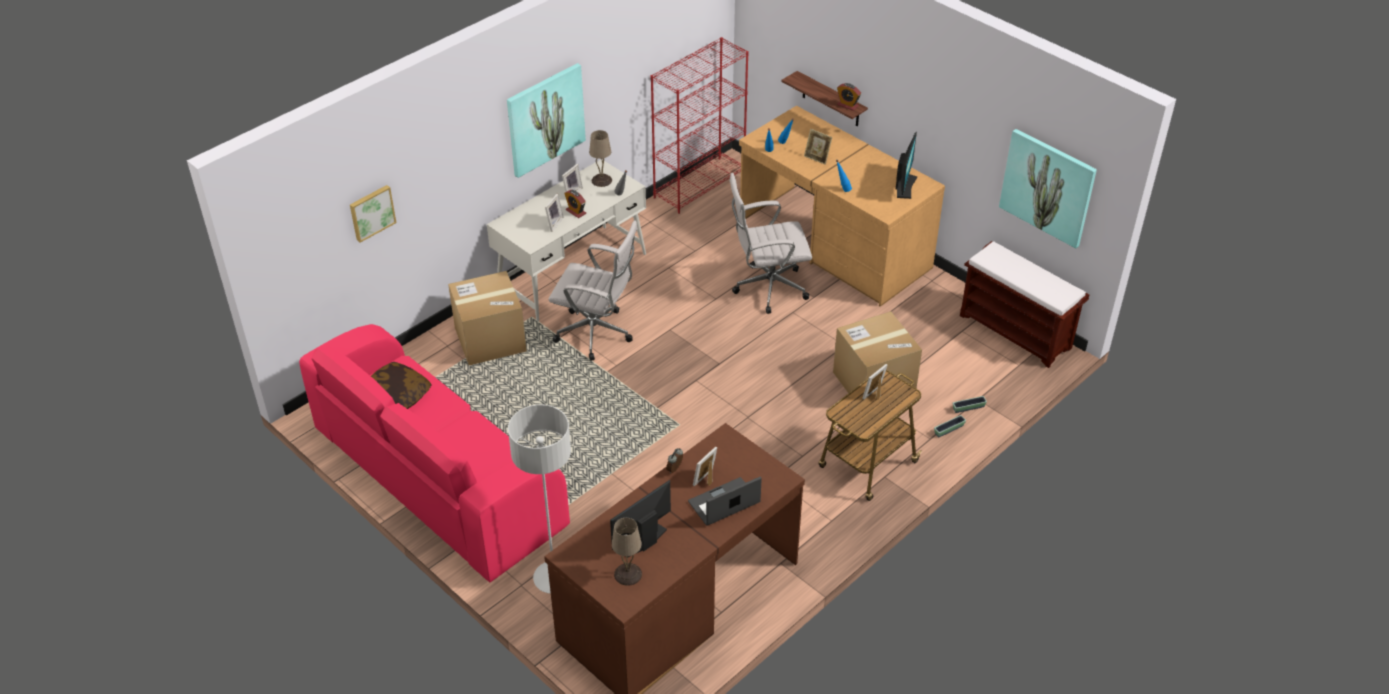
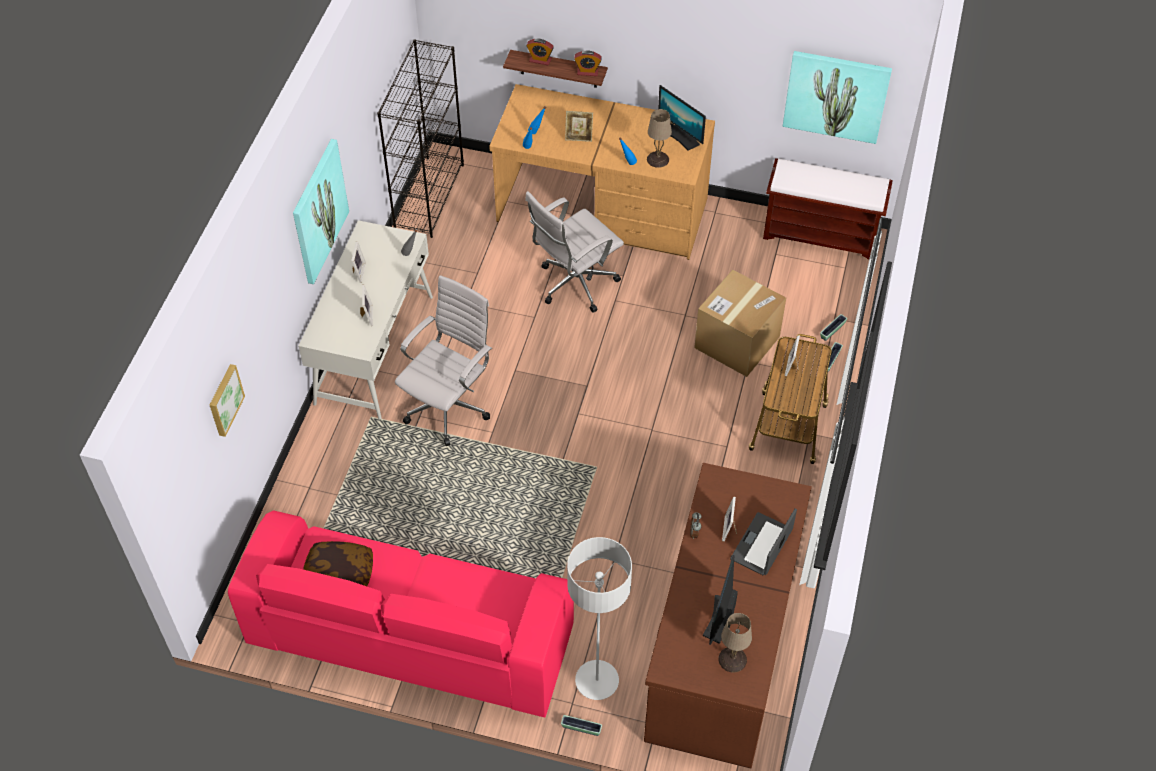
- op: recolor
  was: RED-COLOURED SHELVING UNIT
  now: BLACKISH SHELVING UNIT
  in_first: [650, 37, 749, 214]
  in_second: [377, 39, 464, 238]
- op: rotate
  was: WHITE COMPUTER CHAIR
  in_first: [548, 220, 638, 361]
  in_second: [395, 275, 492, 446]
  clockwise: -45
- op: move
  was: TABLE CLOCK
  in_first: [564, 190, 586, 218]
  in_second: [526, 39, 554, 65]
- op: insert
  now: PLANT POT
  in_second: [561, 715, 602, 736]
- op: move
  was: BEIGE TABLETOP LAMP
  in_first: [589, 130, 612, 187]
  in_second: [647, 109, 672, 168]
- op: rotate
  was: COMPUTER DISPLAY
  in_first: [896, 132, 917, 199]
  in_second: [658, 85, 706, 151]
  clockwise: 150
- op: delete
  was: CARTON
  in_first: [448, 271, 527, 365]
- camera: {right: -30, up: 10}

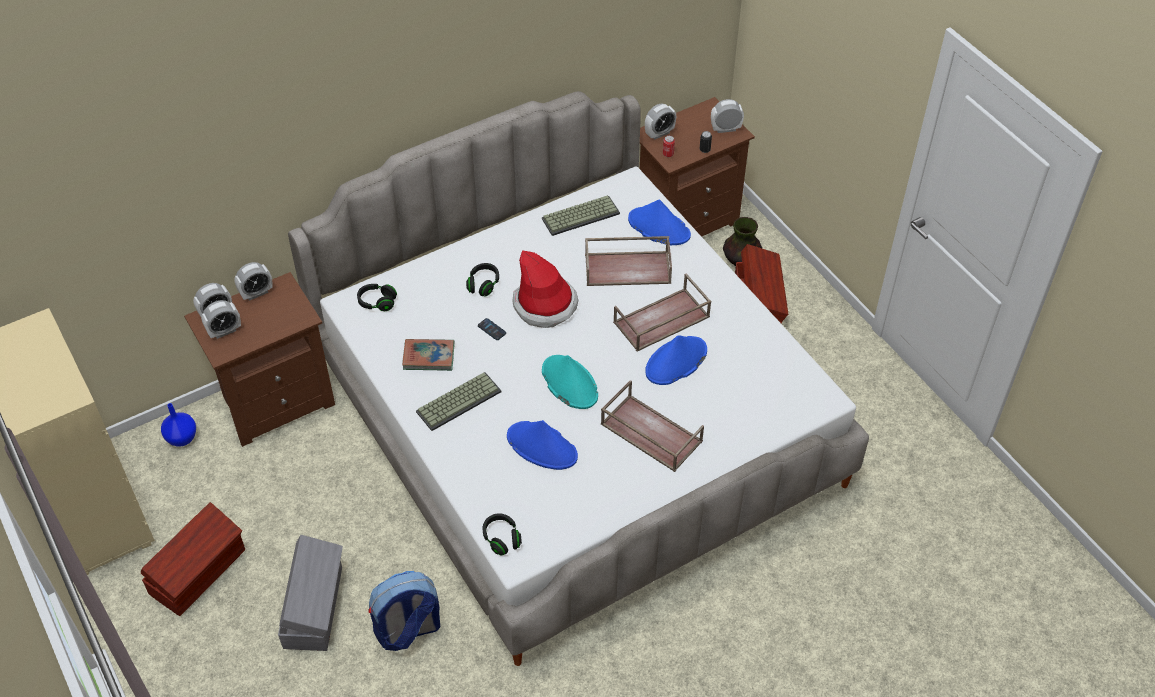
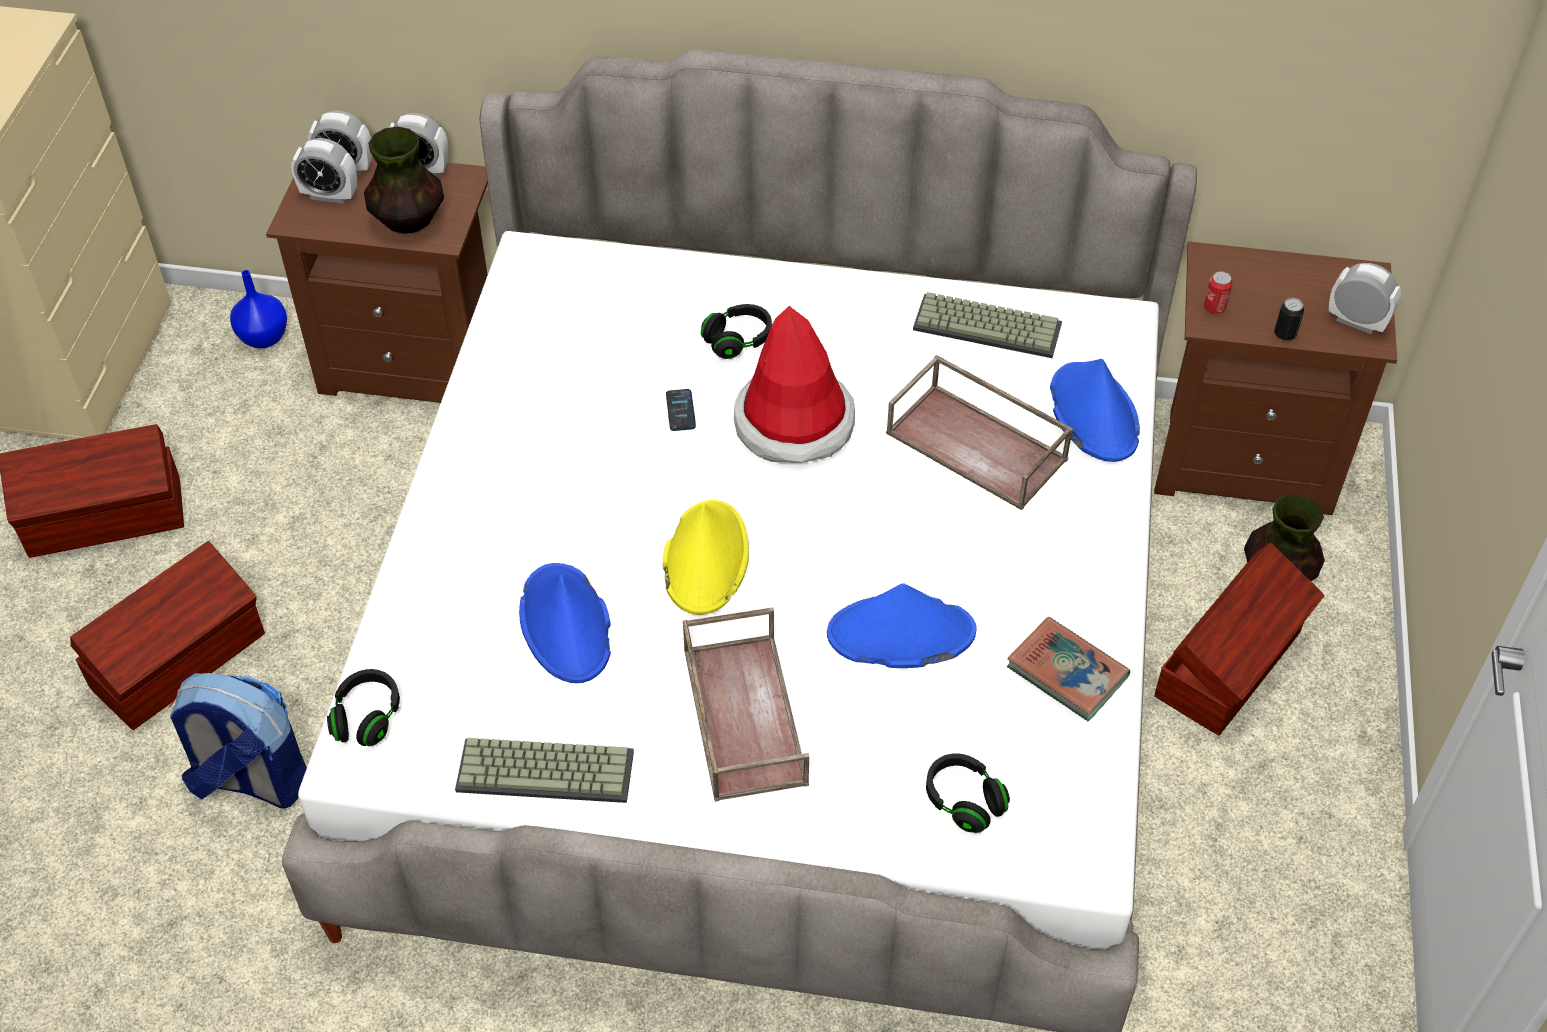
- op: recolor
  was: GREYISH STORAGE CONTAINER
  now: BROWNISH STORAGE CONTAINER
  in_first: [278, 535, 343, 651]
  in_second: [70, 541, 265, 730]
- op: insert
  now: VASE
  in_second: [364, 126, 444, 234]
- op: move
  was: COMPUTER KEYBOARD
  in_first: [416, 372, 502, 431]
  in_second: [455, 738, 634, 803]
- op: recolor
  was: TURQUOISE CLOTHING HAT
  now: YELLOWISH CLOTHING HAT
  in_first: [542, 355, 598, 409]
  in_second: [663, 500, 749, 615]
- op: move
  was: BLACKISH HEADSET
  in_first: [357, 284, 397, 311]
  in_second: [926, 753, 1010, 833]
- op: move
  was: VOLUME
  in_first: [402, 339, 455, 371]
  in_second: [1007, 617, 1130, 721]
- op: delete
  was: BROWNISH TRAY
  in_first: [613, 273, 711, 352]
- op: delete
  was: TABLE CLOCK
  in_first: [645, 104, 676, 139]
- camera: {right: 40, up: 0}

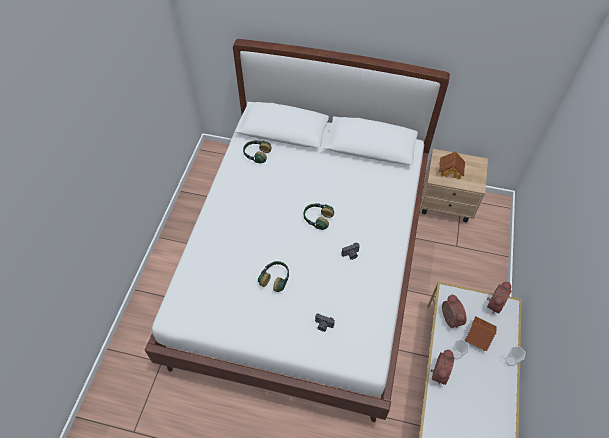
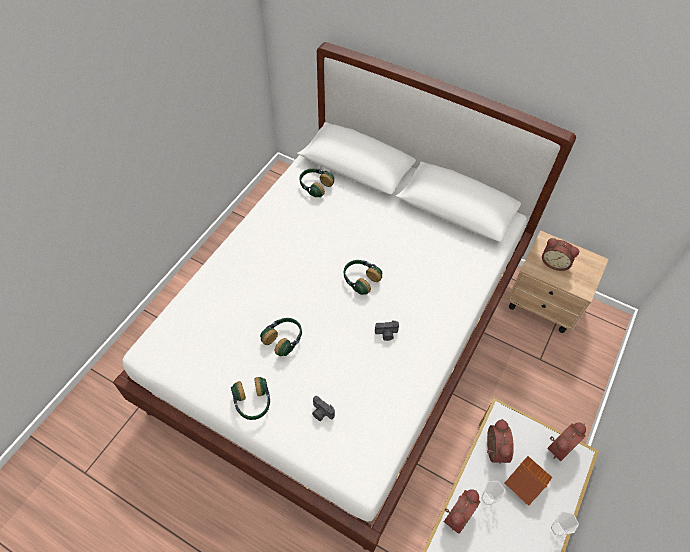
- op: insert
  now: HEADSET
  in_second: [231, 377, 270, 420]
- op: replace
  was: MODEL HOUSE
  now: TABLE CLOCK
  in_first: [439, 151, 465, 179]
  in_second: [542, 238, 579, 271]
- camera: {right: 15, up: 0}

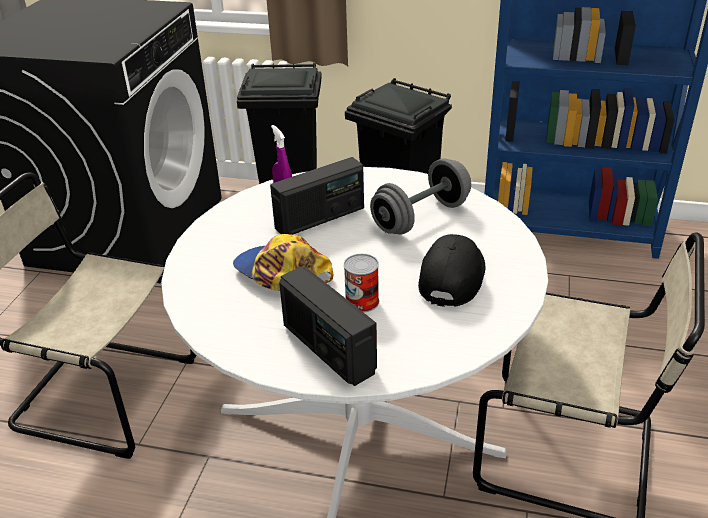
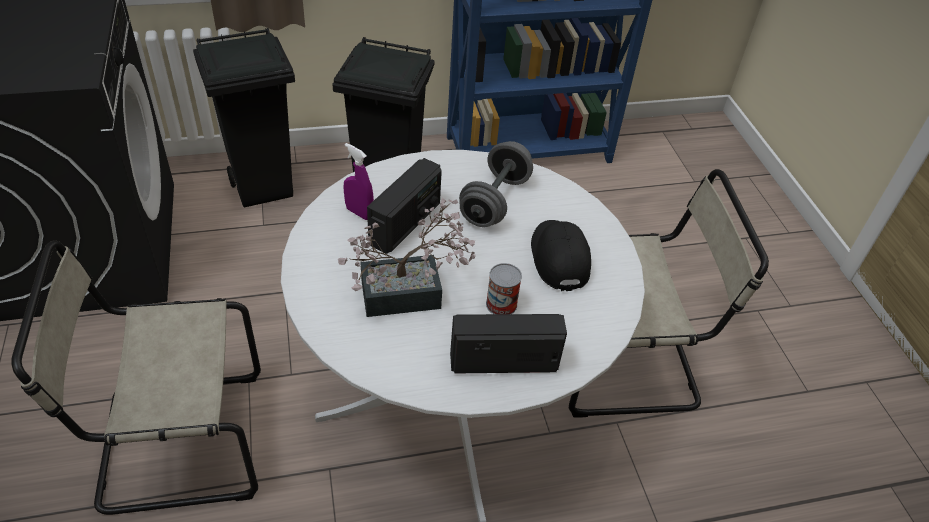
- op: replace
  was: BASEBALL CAP
  now: POTTED PLANT
  in_first: [233, 234, 333, 291]
  in_second: [338, 198, 476, 317]
- op: rotate
  was: RADIO RECEIVER
  in_first: [279, 267, 377, 386]
  in_second: [450, 314, 567, 373]
  clockwise: 150
- camera: {right: -30, up: 10}

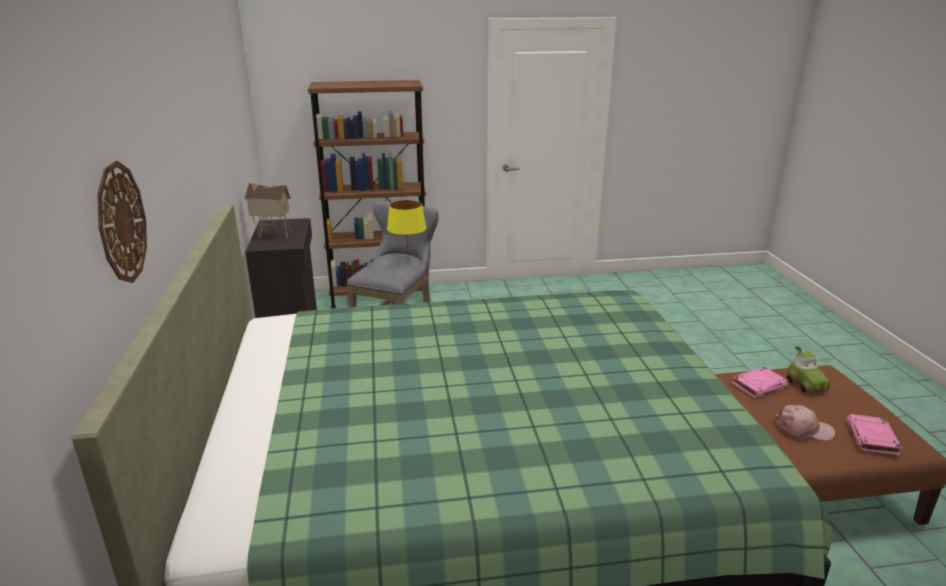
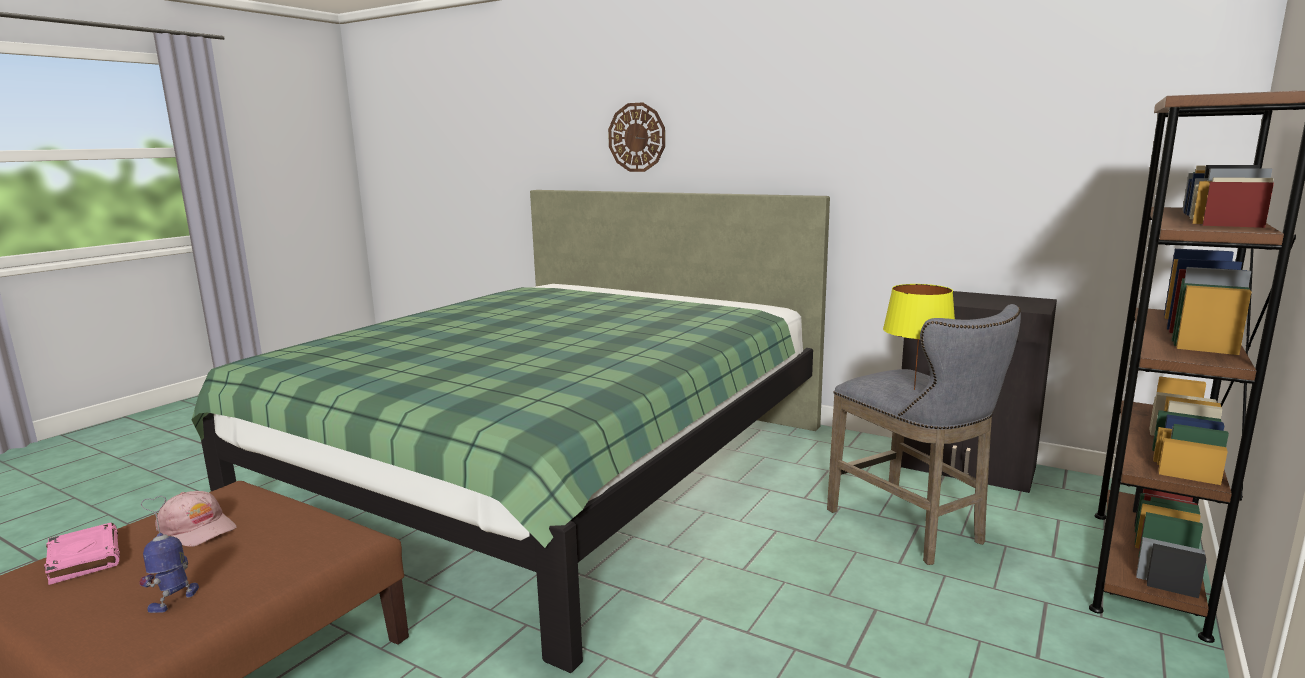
- op: replace
  was: MINIATURE CAR
  now: MODEL ROBOT
  in_first: [787, 346, 830, 392]
  in_second: [139, 496, 199, 613]
- op: rotate
  was: PINKISH BASEBALL CAP
  in_first: [775, 405, 835, 441]
  in_second: [155, 491, 237, 547]
  clockwise: -105
- op: delete
  was: MODEL HOUSE
  in_first: [244, 182, 293, 238]
- op: delete
  was: PINKISH VOLUME
  in_first: [732, 367, 789, 398]
- camera: {right: 130, up: -10}

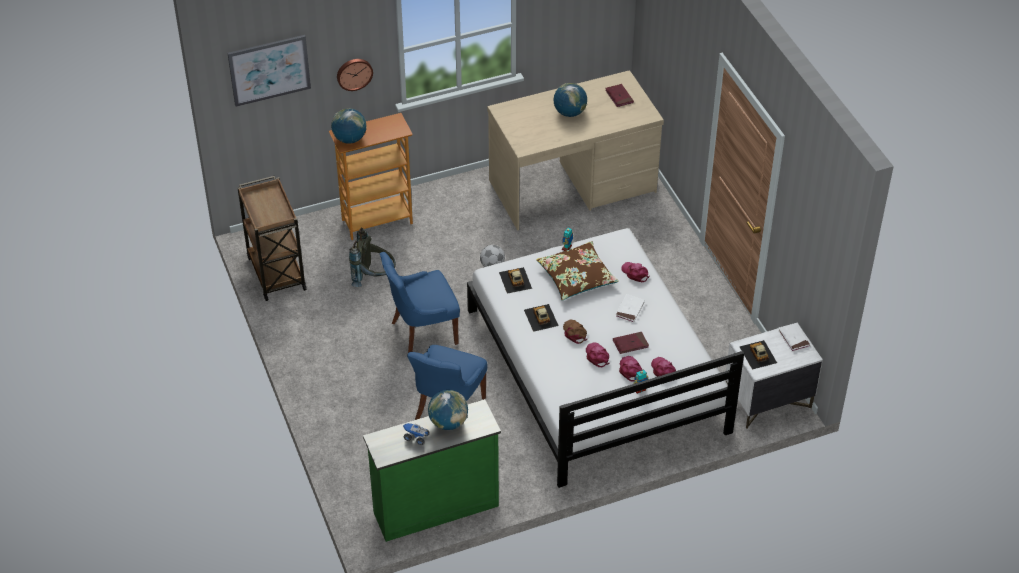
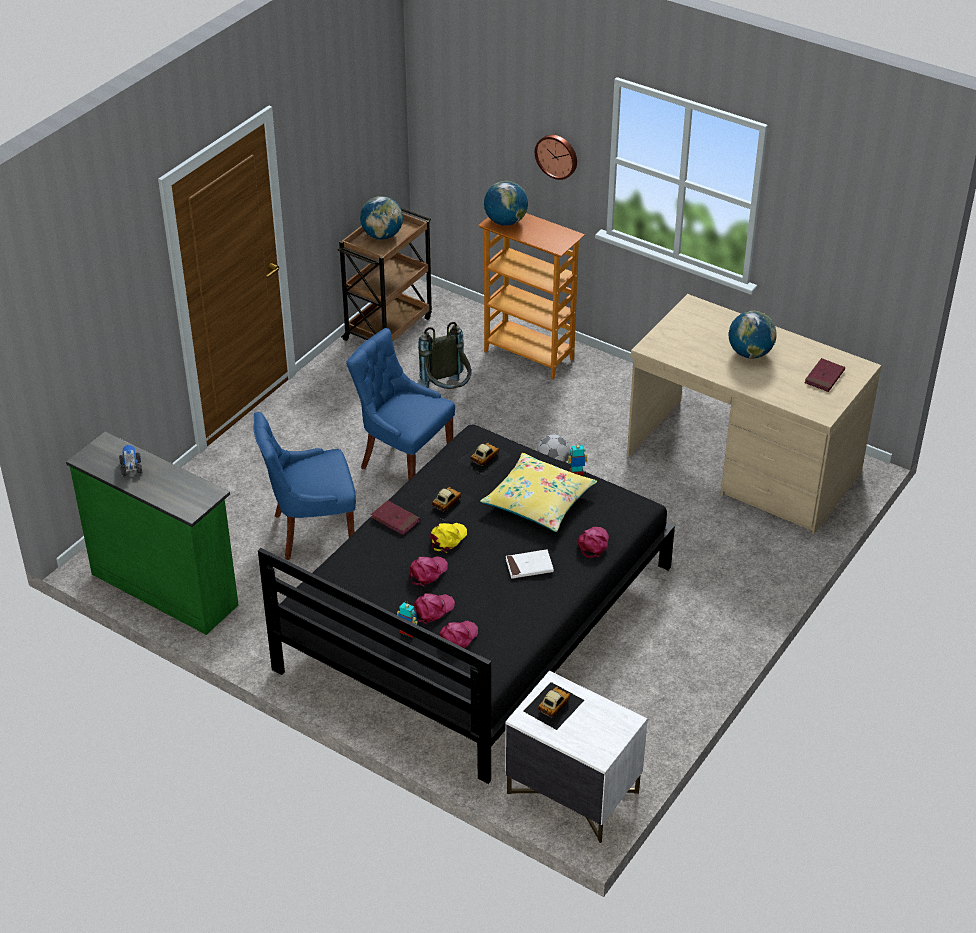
- op: recolor
  was: WHITE BED
  now: BLACKISH BED
  in_first: [467, 228, 744, 488]
  in_second: [258, 425, 675, 784]
- op: move
  was: WORLD GLOBE
  in_first: [428, 390, 468, 430]
  in_second: [360, 196, 403, 240]
- op: move
  was: RED-COLOURED VOLUME
  in_first: [613, 332, 649, 354]
  in_second: [371, 501, 420, 535]
- op: recolor
  was: BROWNISH BASEBALL CAP
  now: YELLOWISH BASEBALL CAP
  in_first: [563, 320, 588, 344]
  in_second: [430, 523, 467, 553]
- op: recolor
  was: BROWNISH THROW PILLOW
  now: YELLOWISH THROW PILLOW
  in_first: [536, 241, 619, 301]
  in_second: [480, 453, 597, 532]
- op: delete
  was: WALL ART
  in_first: [227, 35, 311, 107]
- op: delete
  was: WHITE VOLUME
  in_first: [778, 323, 811, 352]
- camera: {right: 55, up: -5}

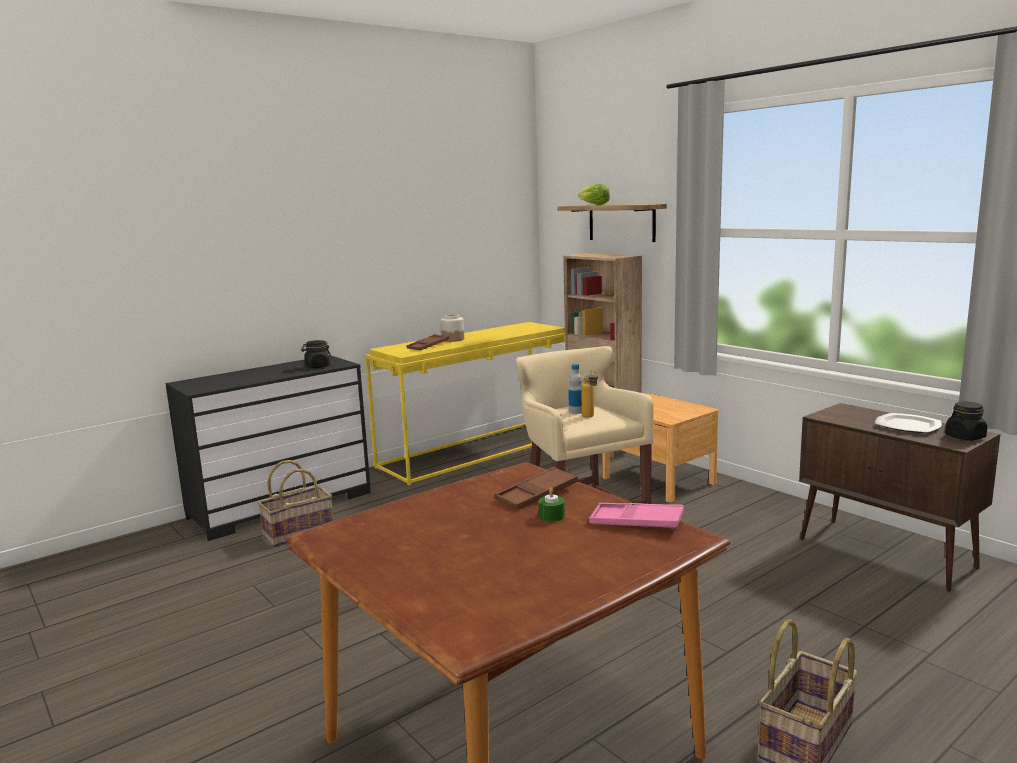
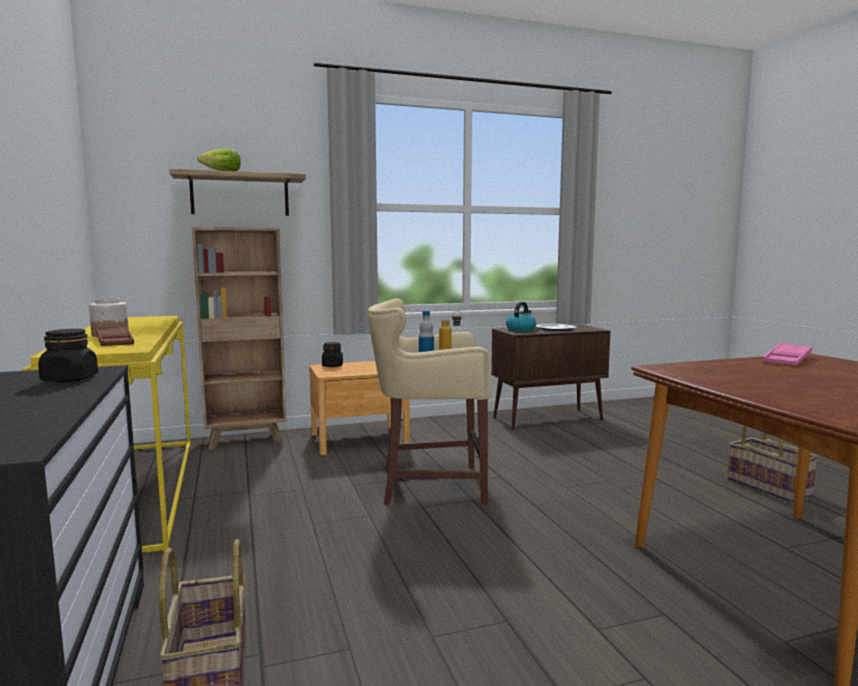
- op: move
  was: BLACKISH STORAGE JAR
  in_first: [945, 401, 987, 441]
  in_second: [322, 342, 343, 367]
- op: insert
  now: WATER KETTLE
  in_second: [506, 302, 536, 332]
- op: delete
  was: BROWNISH TRAY
  in_first: [495, 467, 578, 510]
- op: delete
  was: GREEN WAX LIGHT
  in_first: [539, 487, 565, 522]
- camera: {right: -70, up: -5}

